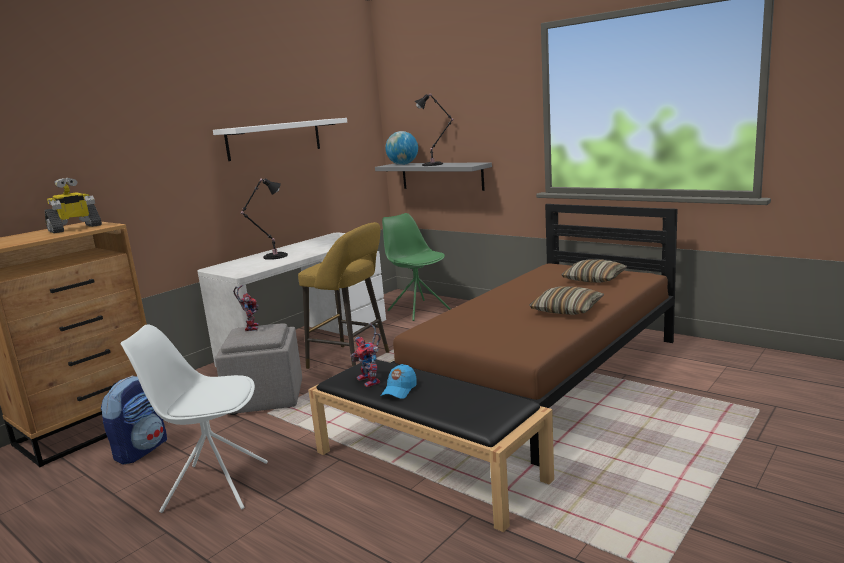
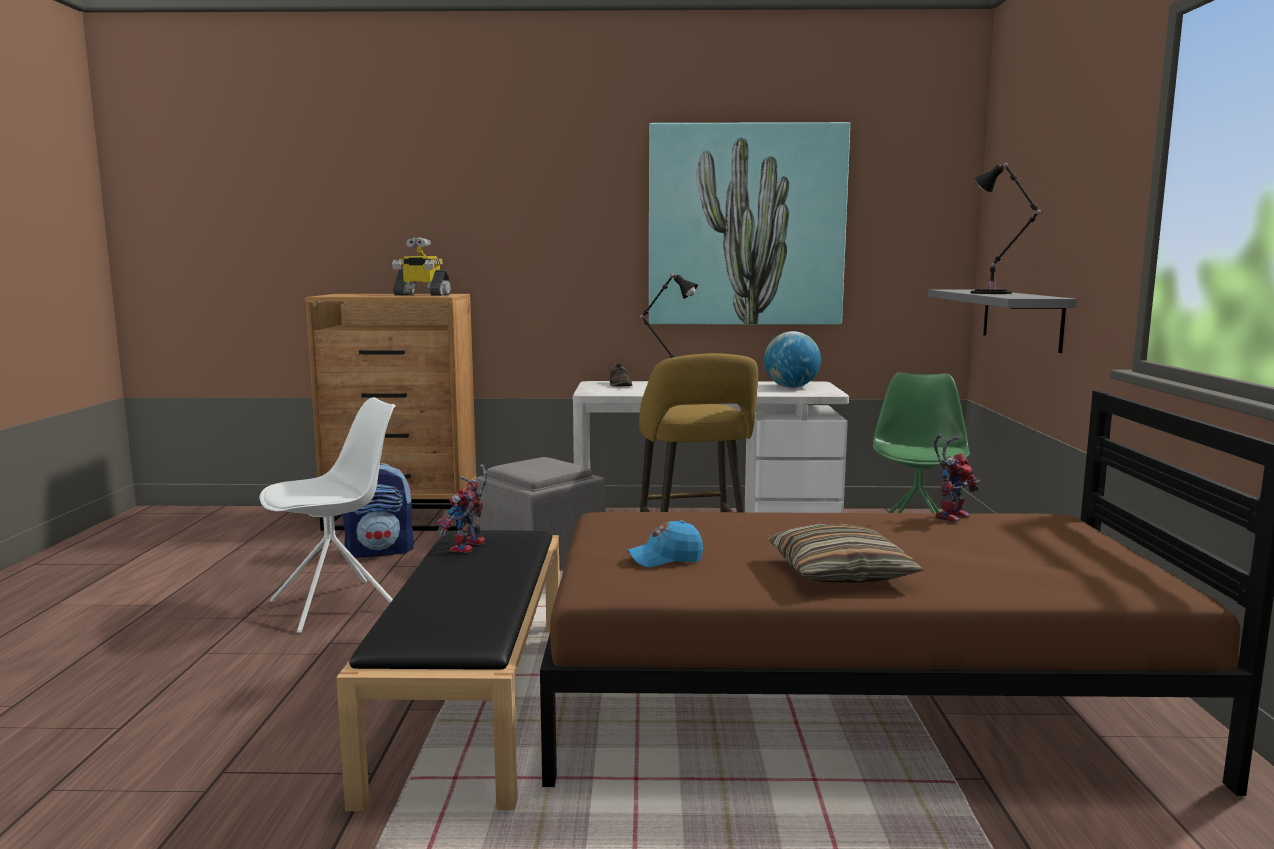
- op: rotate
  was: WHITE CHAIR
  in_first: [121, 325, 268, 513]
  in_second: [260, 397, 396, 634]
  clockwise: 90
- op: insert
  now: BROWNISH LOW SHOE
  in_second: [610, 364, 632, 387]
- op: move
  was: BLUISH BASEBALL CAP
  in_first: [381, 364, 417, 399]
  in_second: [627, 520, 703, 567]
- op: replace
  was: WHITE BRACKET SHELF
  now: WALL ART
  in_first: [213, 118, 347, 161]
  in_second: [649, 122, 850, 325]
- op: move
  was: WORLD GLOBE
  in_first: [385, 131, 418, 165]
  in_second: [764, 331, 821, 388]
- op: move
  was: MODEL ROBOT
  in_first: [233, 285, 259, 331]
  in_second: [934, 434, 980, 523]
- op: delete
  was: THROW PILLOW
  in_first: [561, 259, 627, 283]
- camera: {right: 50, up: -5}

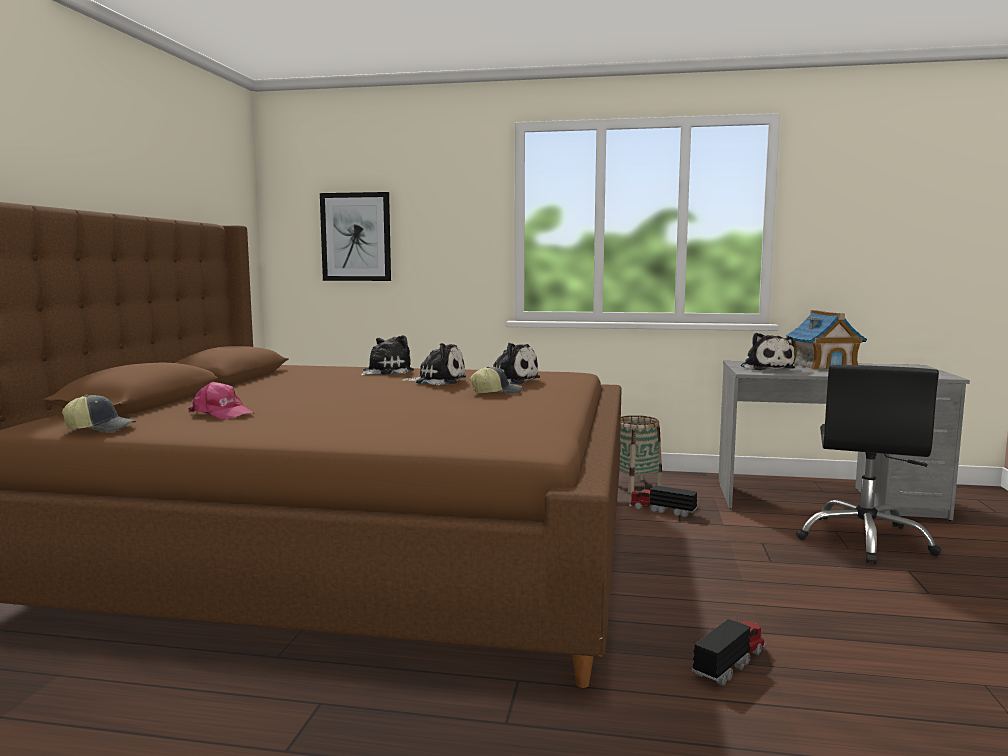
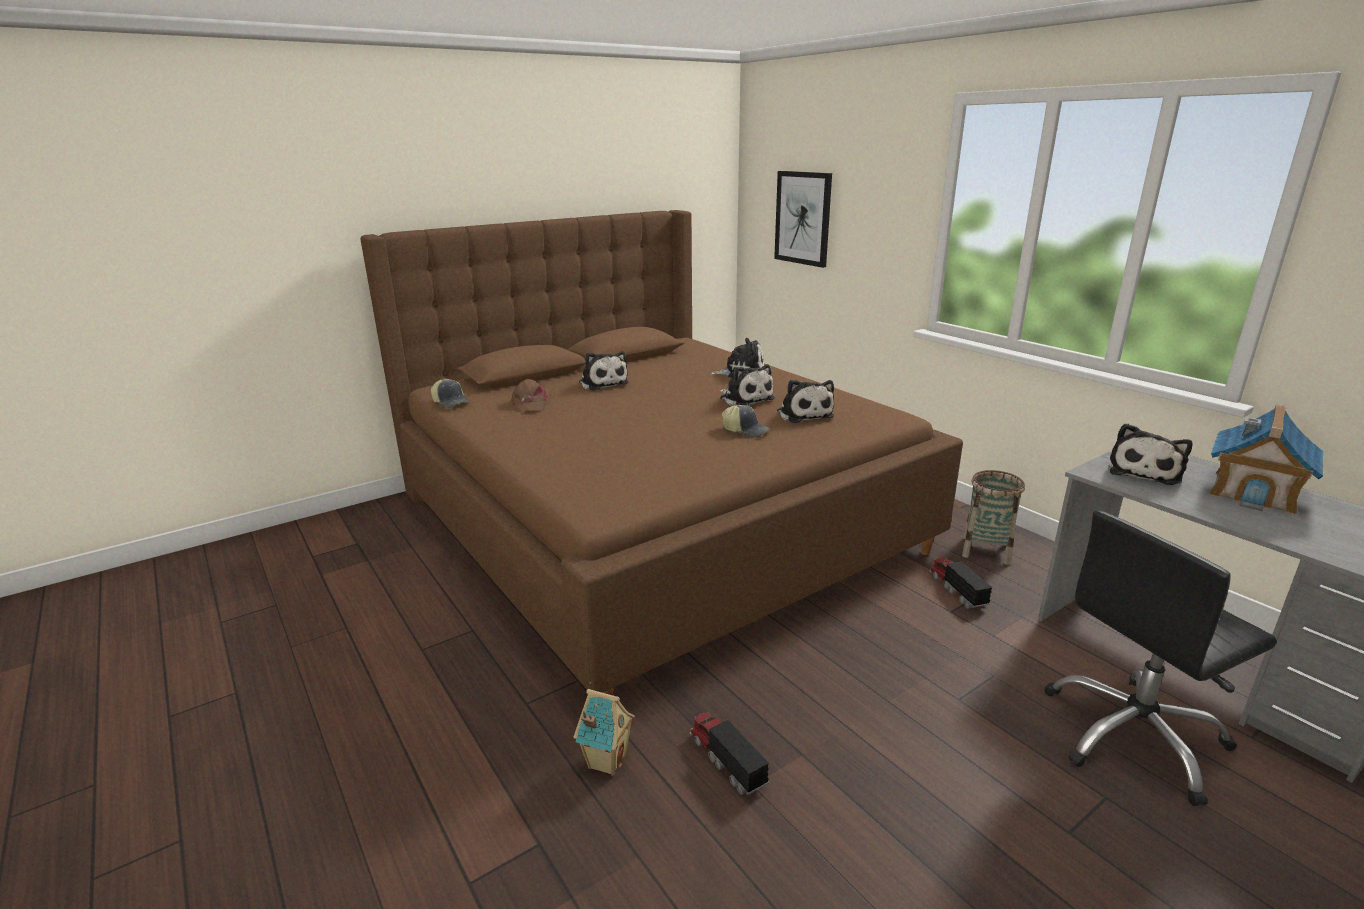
- op: recolor
  was: PINKISH BASEBALL CAP
  now: BROWNISH BASEBALL CAP
  in_first: [188, 382, 253, 420]
  in_second: [511, 379, 548, 412]
- op: insert
  now: MODEL HOUSE
  in_second: [573, 689, 635, 776]
- op: insert
  now: CUDDLY TOY
  in_second: [579, 351, 629, 391]
- op: rotate
  was: MODEL TRUCK
  in_first: [692, 613, 766, 686]
  in_second: [690, 712, 769, 795]
  clockwise: -120
- camera: {right: 45, up: 15}

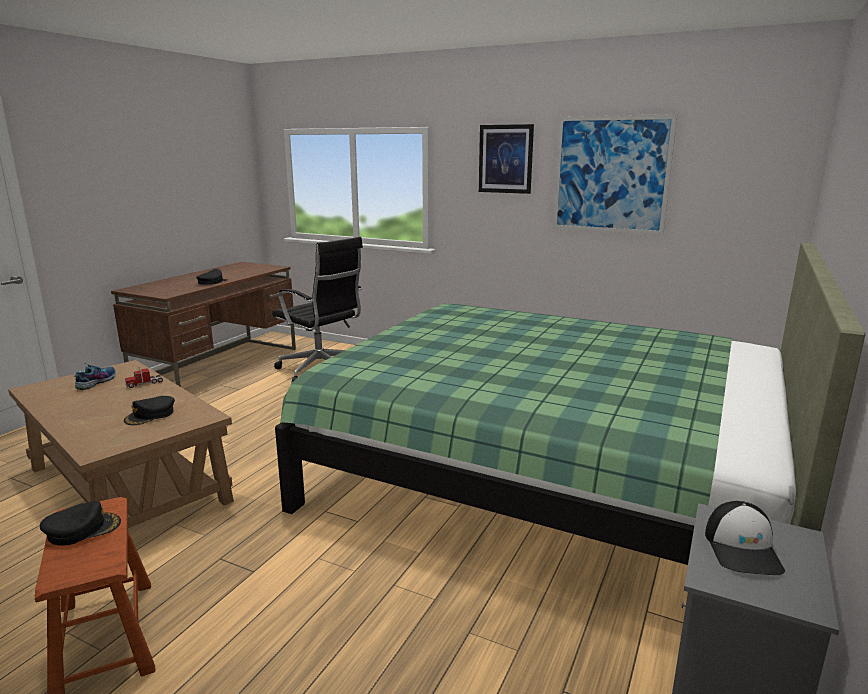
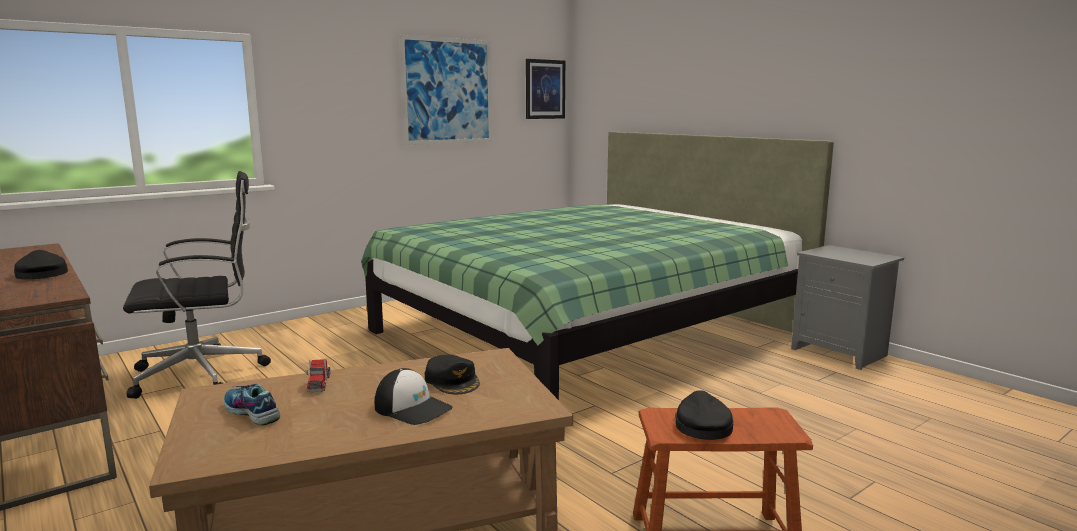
- op: move
  was: BASEBALL CAP
  in_first: [705, 501, 785, 575]
  in_second: [375, 368, 453, 425]
- op: move
  was: WALL ART
  in_first: [479, 124, 534, 194]
  in_second: [526, 59, 565, 119]
- camera: {right: -65, up: -5}

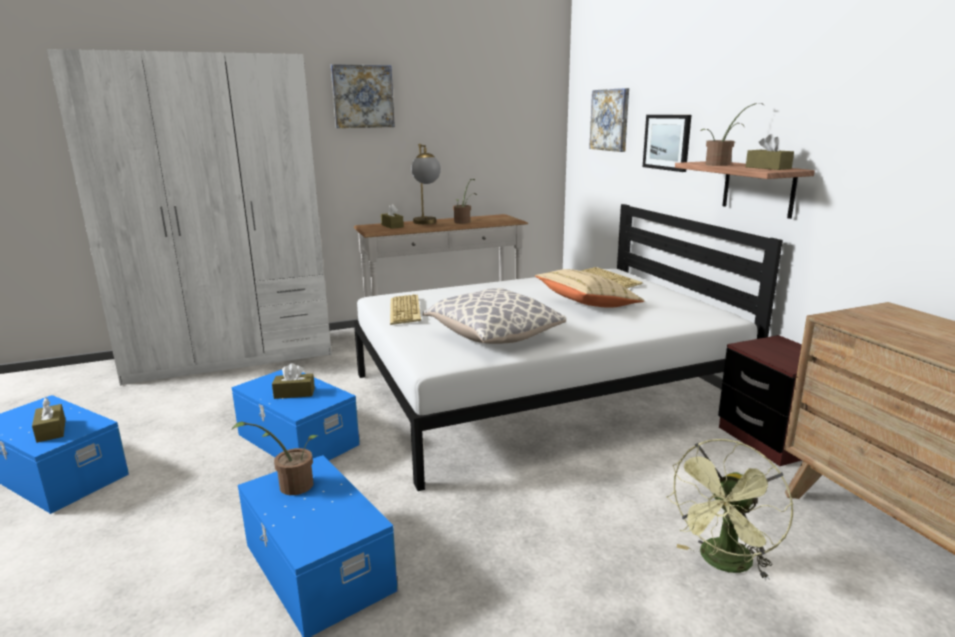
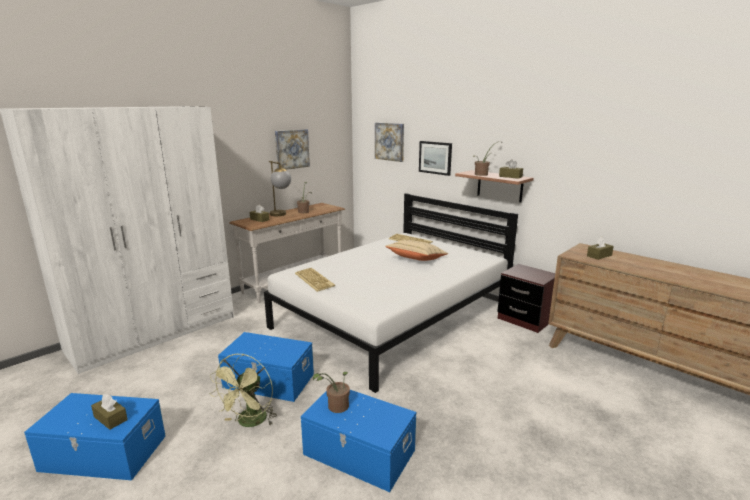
- op: move
  was: GREEN COOLING FAN
  in_first: [666, 439, 793, 580]
  in_second: [209, 354, 277, 427]
- op: move
  was: WALL ART
  in_first: [331, 64, 395, 128]
  in_second: [275, 129, 310, 170]
- op: move
  was: BROWNISH TISSUE BOX
  in_first: [272, 363, 315, 399]
  in_second: [587, 237, 614, 260]
- op: delete
  was: THROW PILLOW
  in_first: [423, 288, 566, 344]
- camera: {right: -25, up: 0}

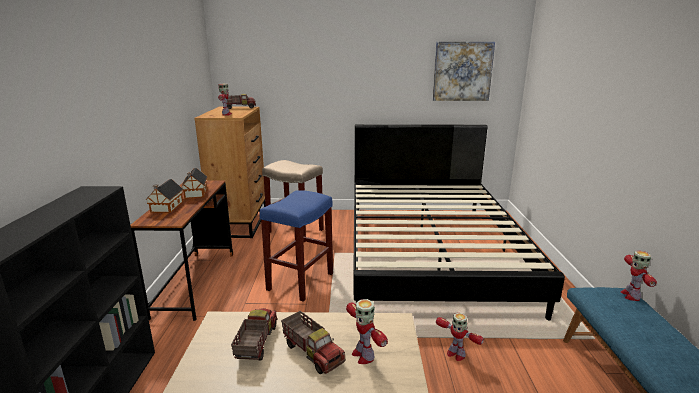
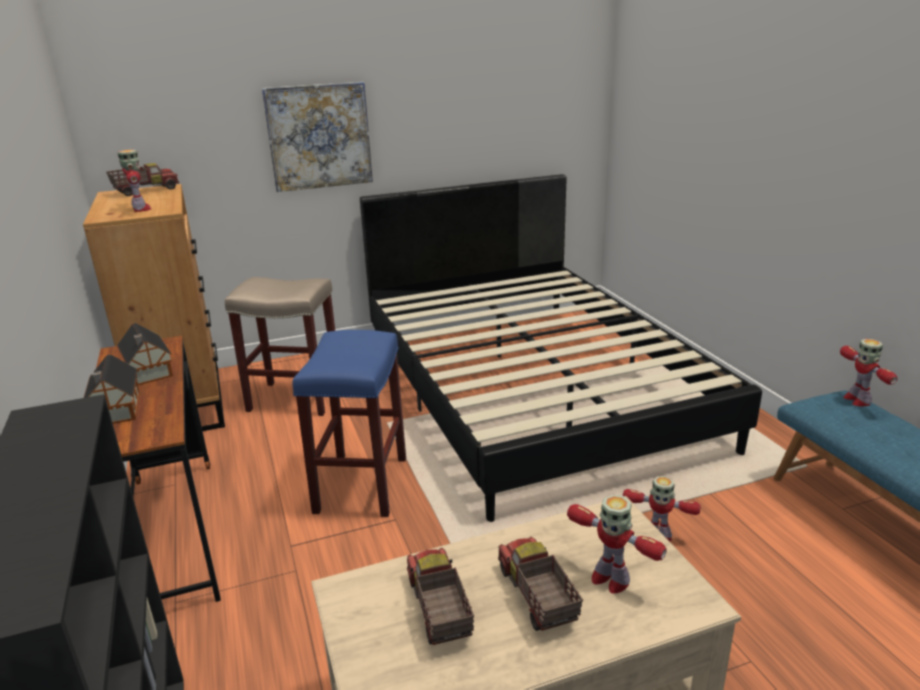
- op: move
  was: WALL ART
  in_first: [432, 42, 495, 101]
  in_second: [262, 82, 373, 192]
- op: rotate
  was: MODEL TRUCK
  in_first: [281, 311, 345, 374]
  in_second: [498, 537, 583, 631]
  clockwise: -135
- camera: {right: -20, up: 5}

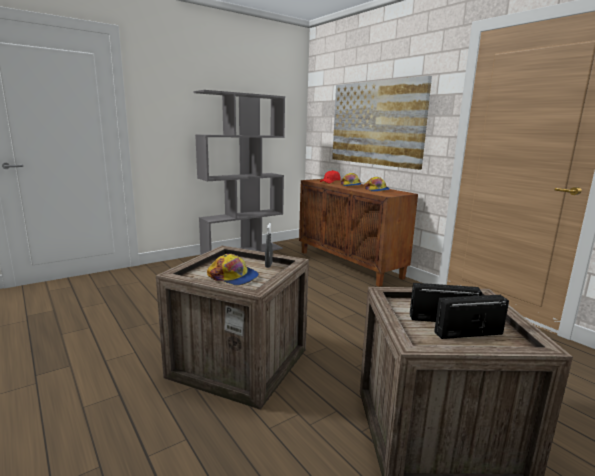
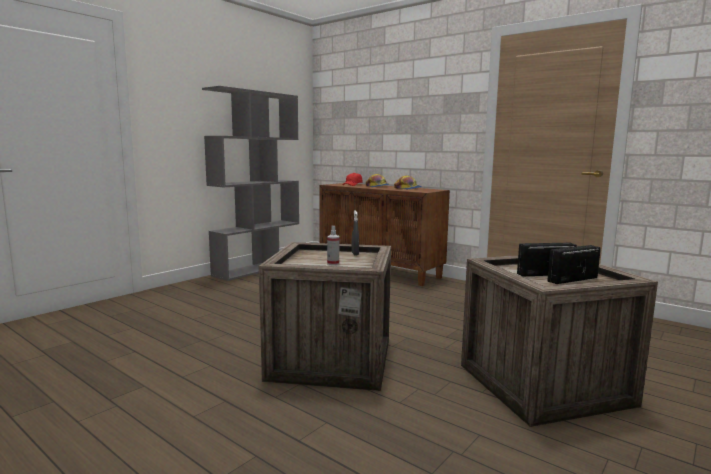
- op: replace
  was: BASEBALL CAP
  now: SPRAYER
  in_first: [207, 254, 259, 285]
  in_second: [327, 226, 339, 265]
- op: delete
  was: WALL ART
  in_first: [332, 76, 432, 170]
- camera: {right: -15, up: -5}

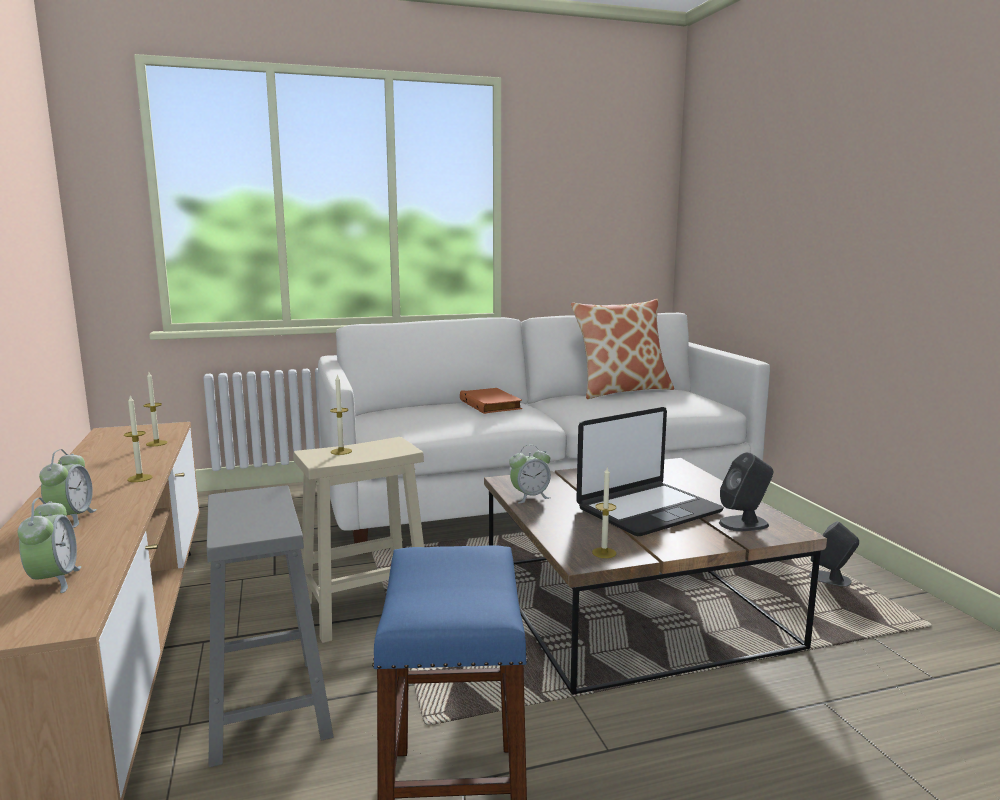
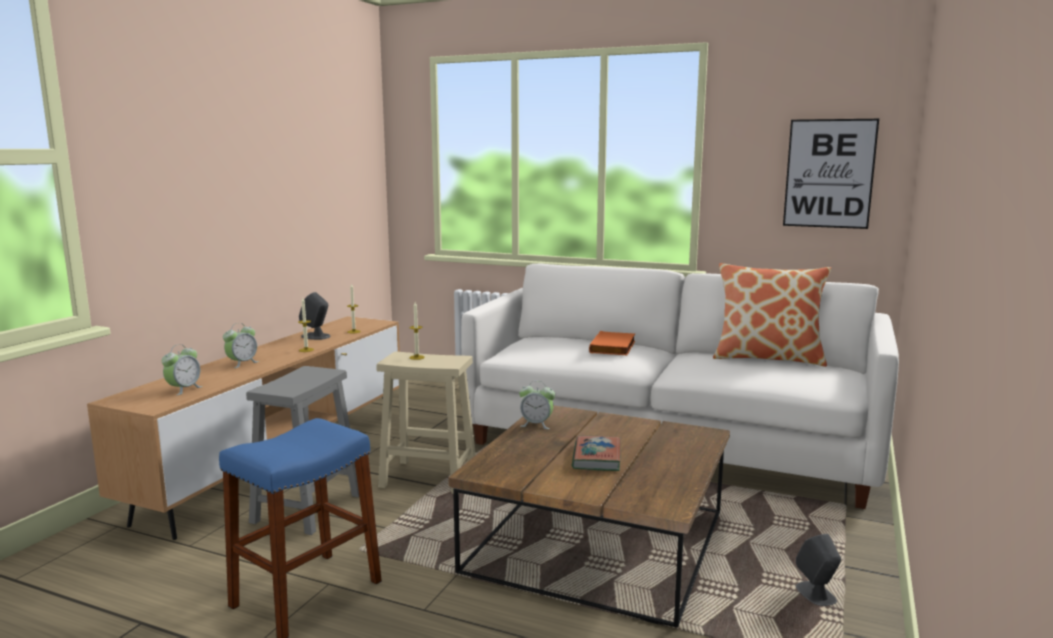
- op: move
  was: GREYISH LOUDSPEAKER
  in_first: [719, 452, 773, 531]
  in_second: [299, 292, 331, 340]
- op: replace
  was: LAPTOP
  now: VOLUME
  in_first: [576, 407, 724, 536]
  in_second: [572, 436, 621, 471]
- op: insert
  now: WALL ART
  in_second: [783, 119, 879, 229]
- op: delete
  was: WAX LIGHT
  in_first: [592, 468, 616, 558]
- camera: {right: 40, up: 0}

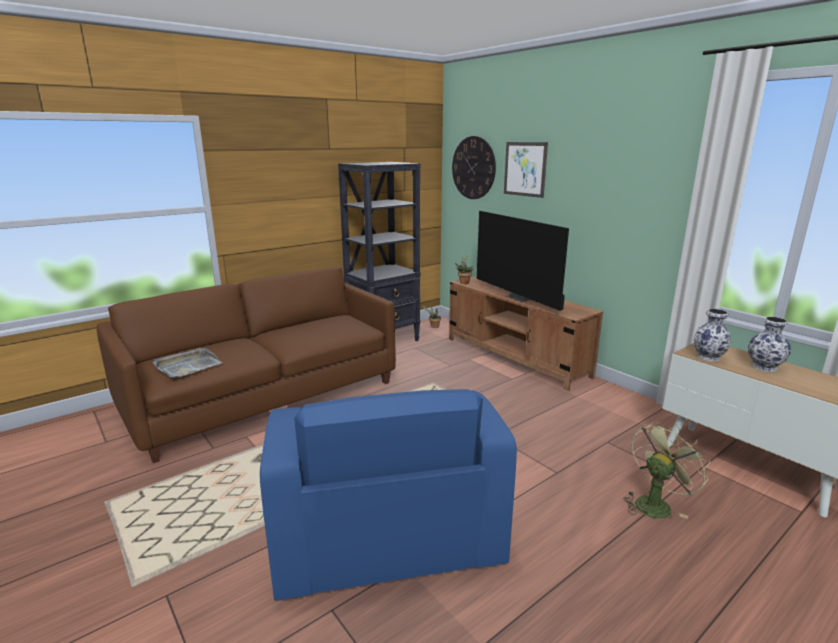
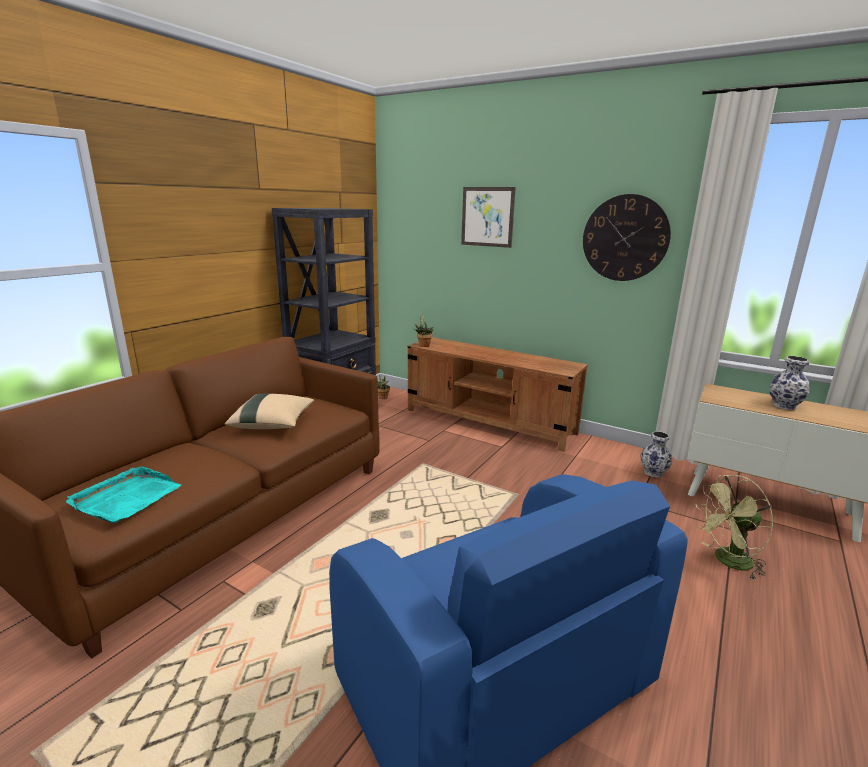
- op: recolor
  was: GREYISH TRAY
  now: TURQUOISE TRAY
  in_first: [153, 348, 222, 378]
  in_second: [66, 467, 181, 523]
- op: insert
  now: BEIGE THROW PILLOW
  in_second: [225, 393, 314, 429]
- op: move
  was: CLOCK ON THE WALL
  in_first: [452, 136, 496, 199]
  in_second: [583, 194, 671, 281]
- op: move
  was: VASE
  in_first: [694, 309, 731, 362]
  in_second: [641, 431, 672, 478]
- op: rotate
  was: GREEN COOLING FAN
  in_first: [623, 421, 710, 519]
  in_second: [695, 475, 773, 580]
  clockwise: -135
- op: delete
  was: TELEVISION
  in_first: [477, 211, 569, 311]
- camera: {right: -20, up: 0}

